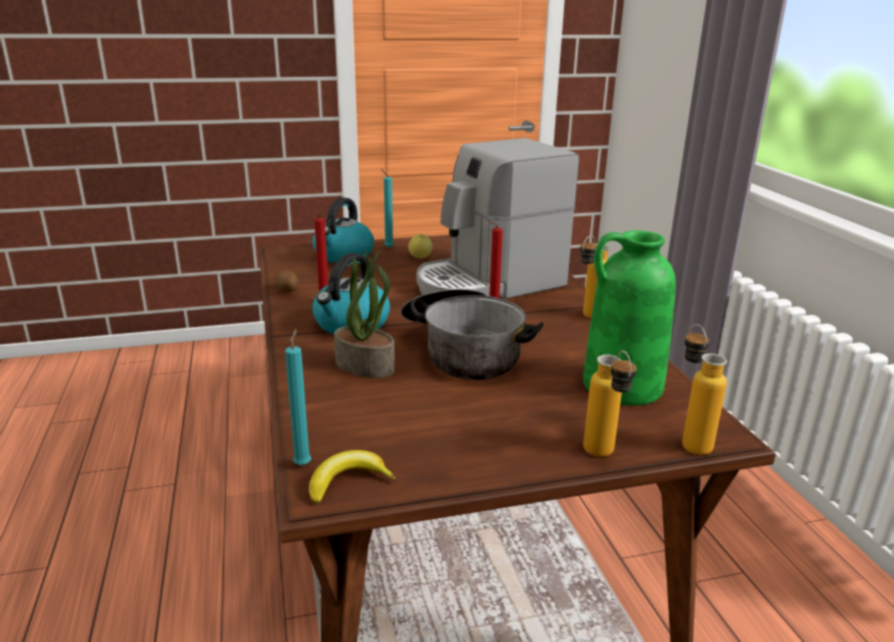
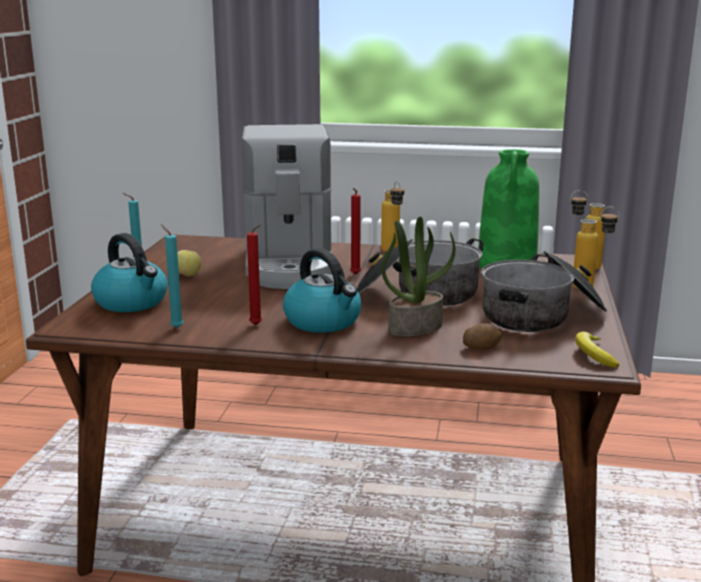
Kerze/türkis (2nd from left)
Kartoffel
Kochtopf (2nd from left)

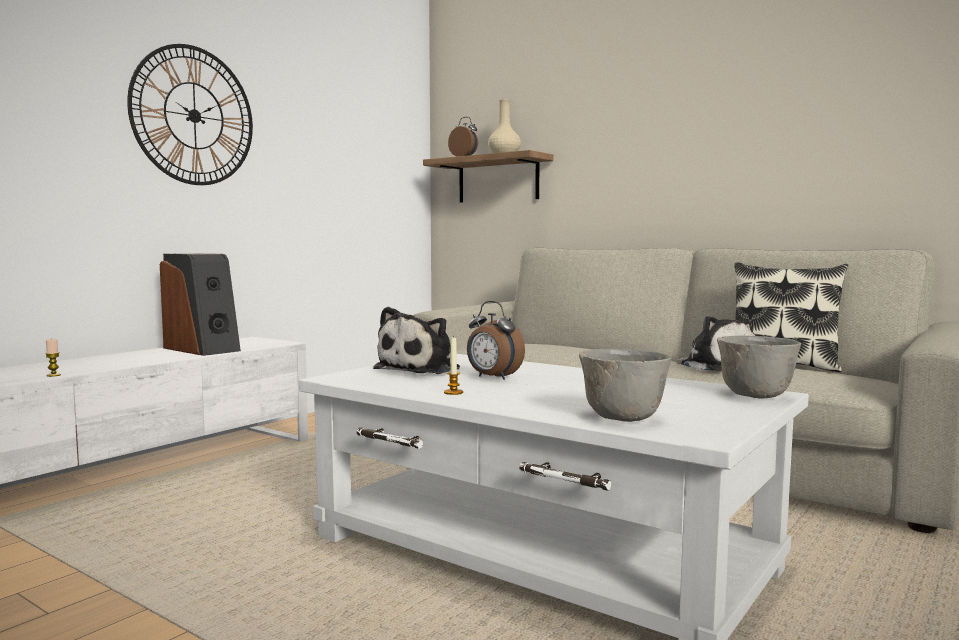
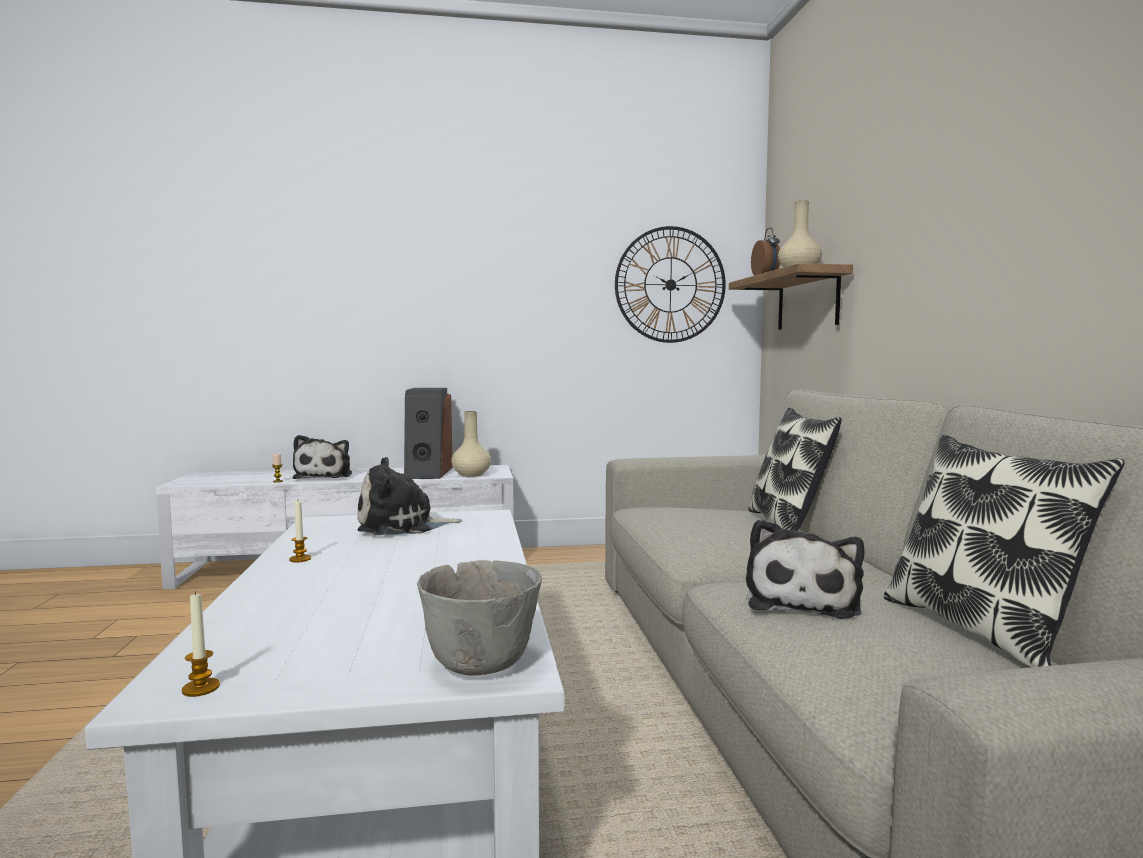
Kerze (1st from left)
Plüschtier (1st from left)
Vase/beige (1st from left)
Wanduhr
Kissen (1st from left)
Wecker (2nd from left in the first image)
Schüssel/grau (1st from left in the first image)

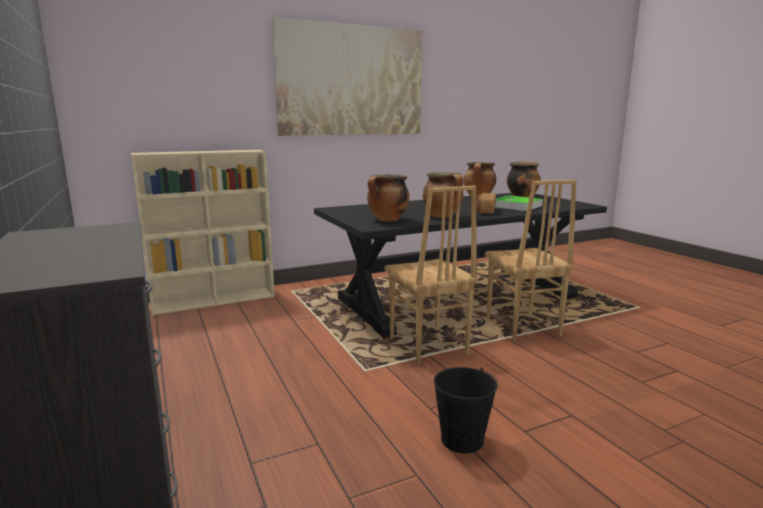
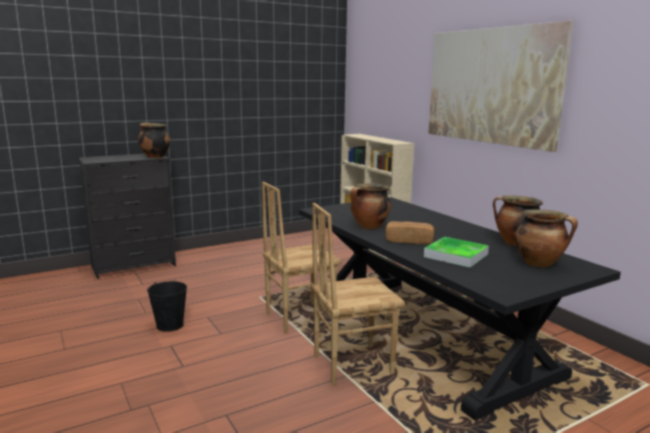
Kochtopf (1st from left)

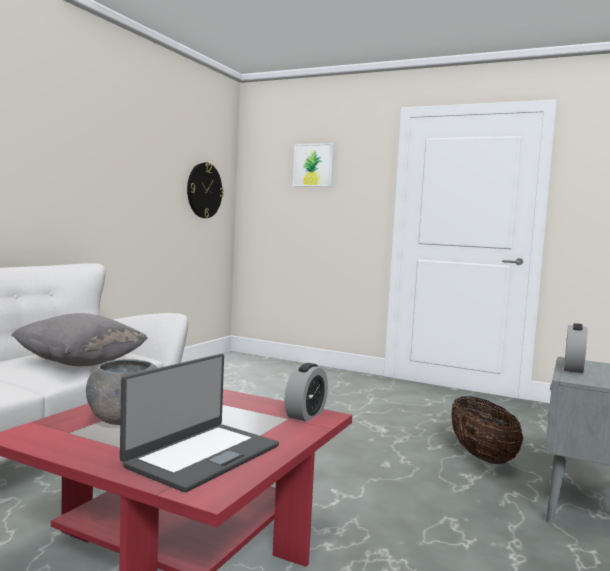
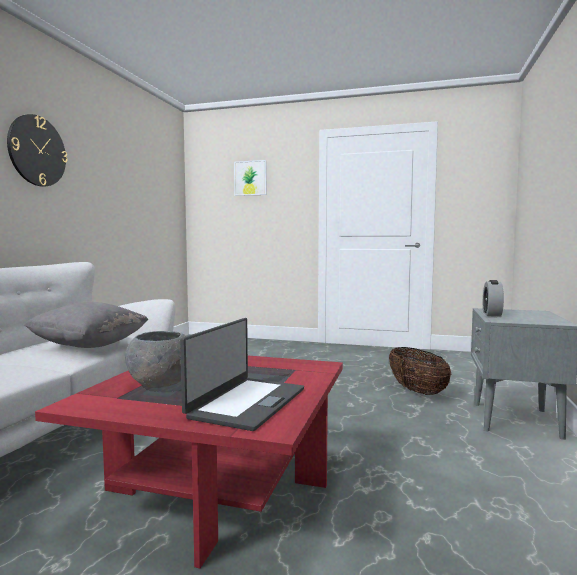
Wanduhr
Wecker (1st from left in the first image)

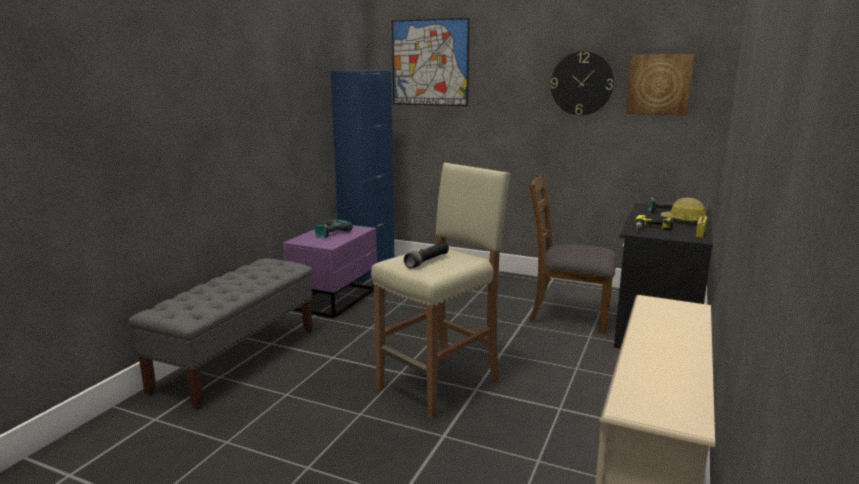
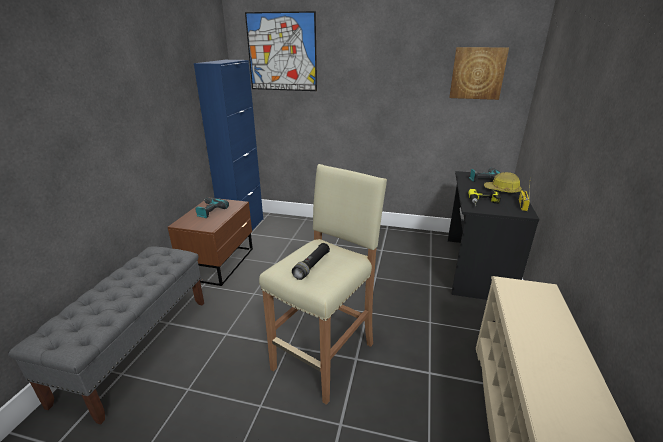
Nachttisch/braun
Stuhl/braun
Wanduhr

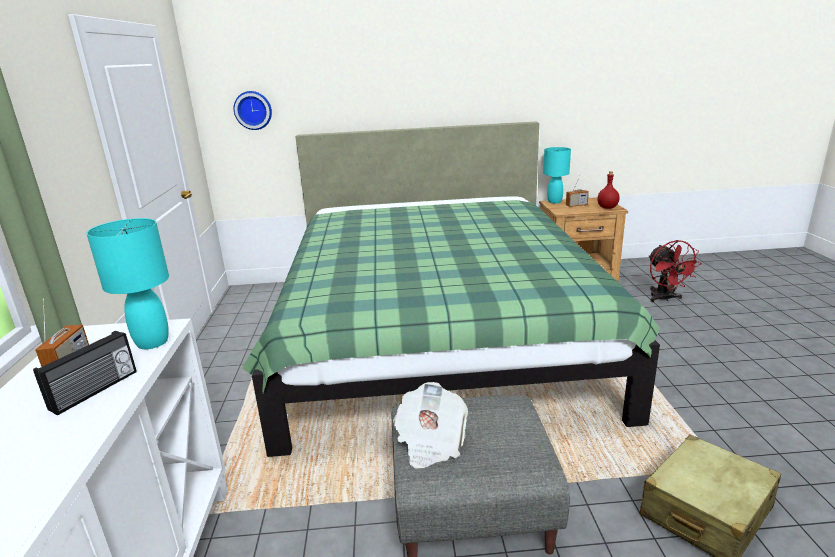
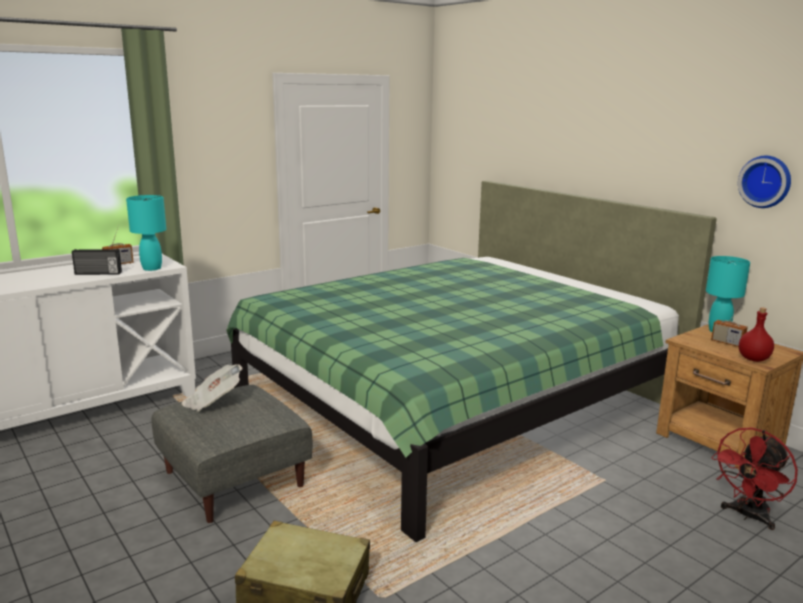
Wanduhr

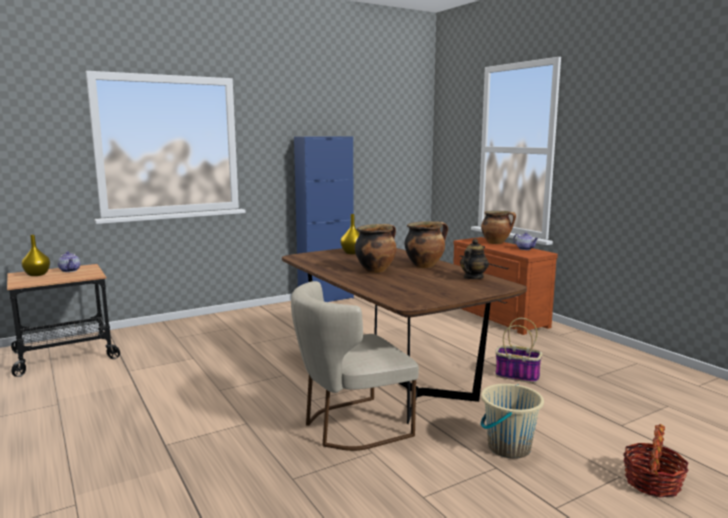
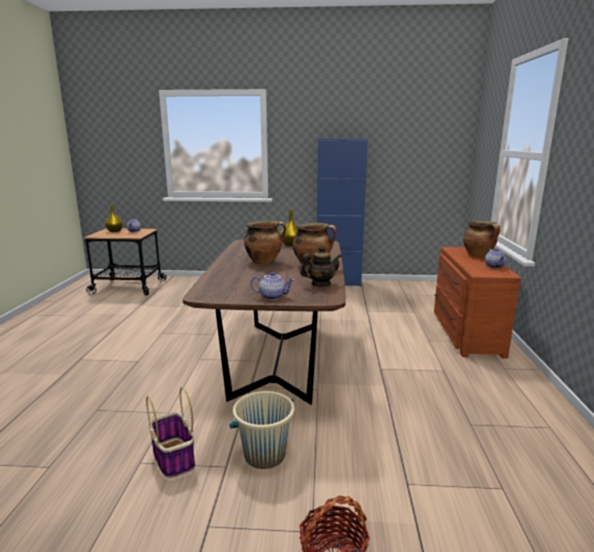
Korb (1st from left)
Teekanne (2nd from left)
Stuhl/beige

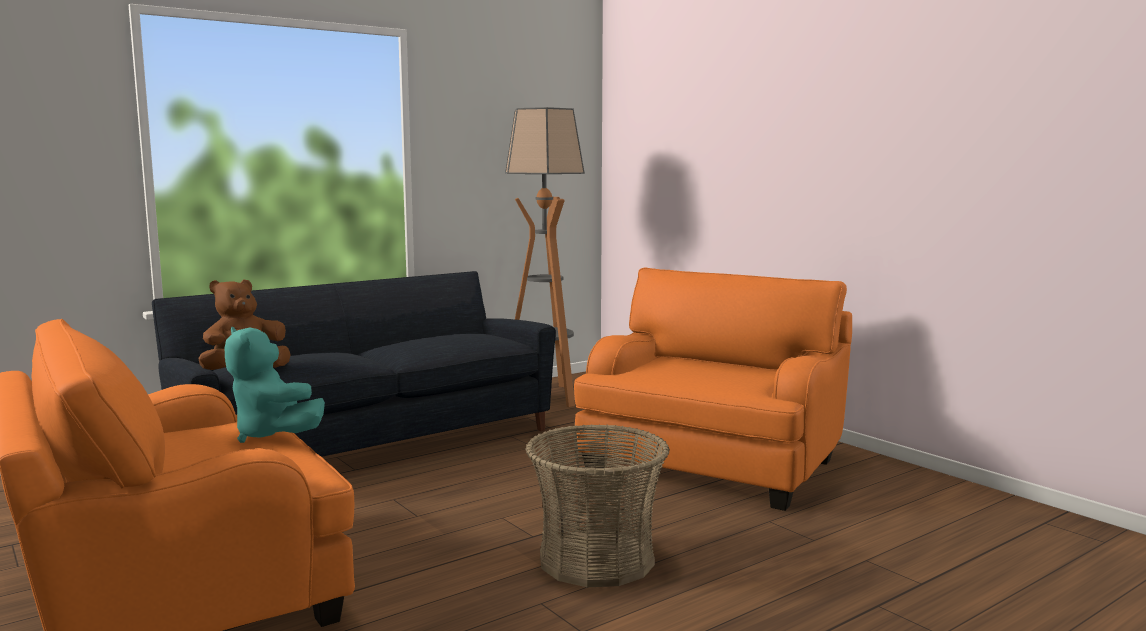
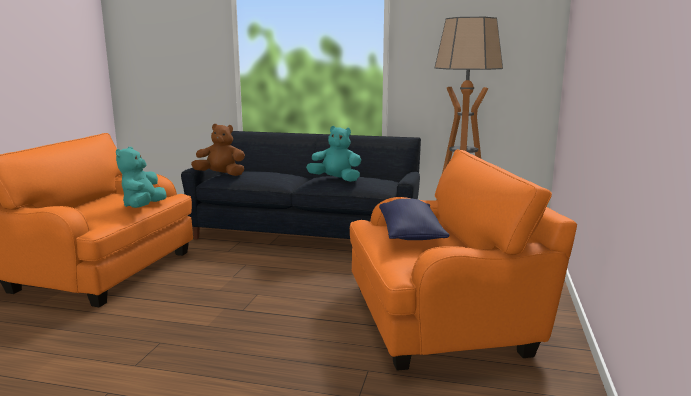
Plüschtier/türkis (2nd from left)
Kissen/blau
Korb

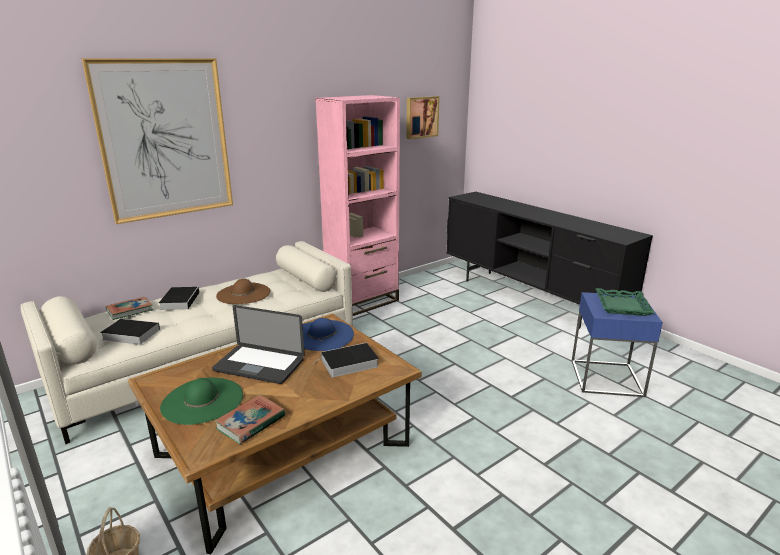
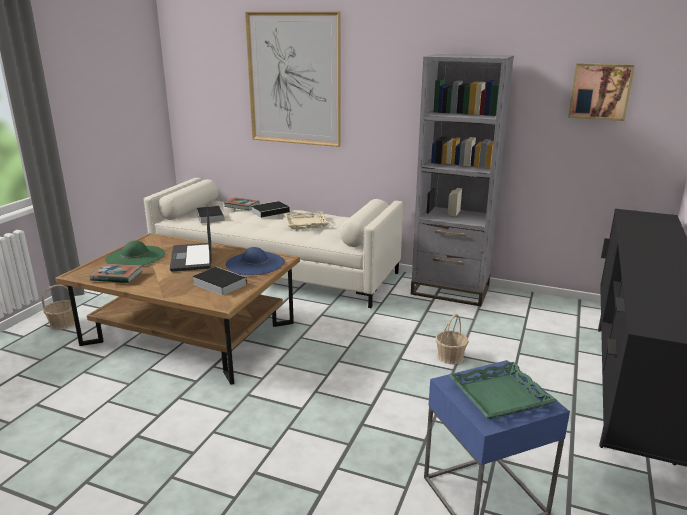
Tablett/beige
Bücherregal/grau
Korb (2nd from left)

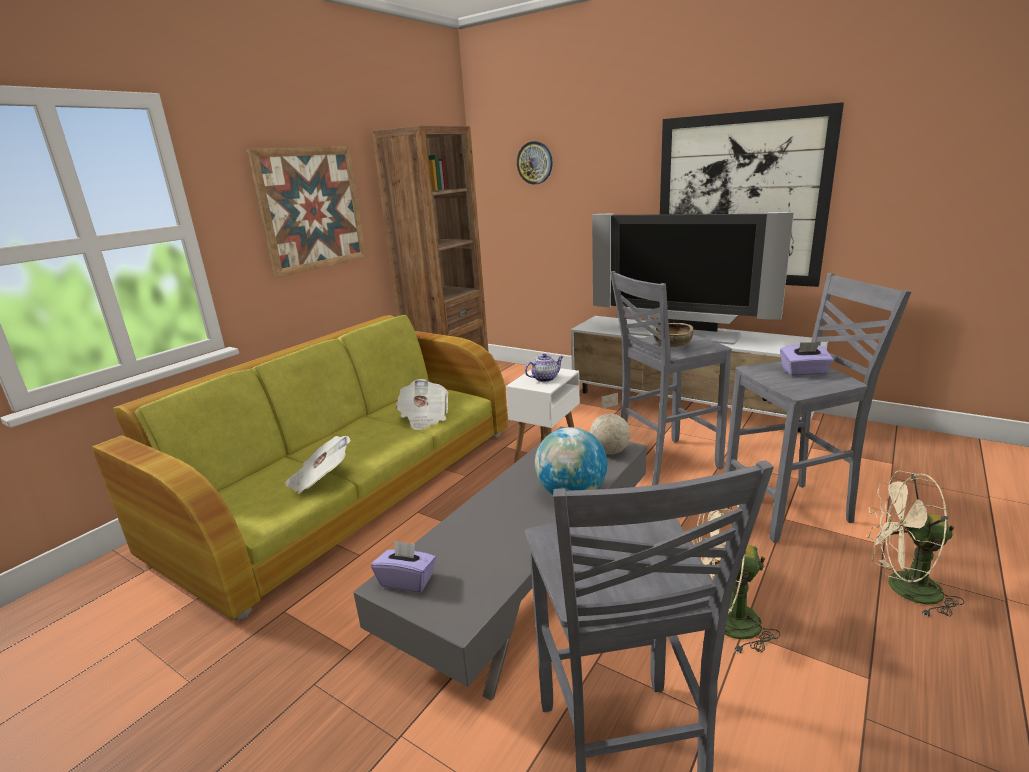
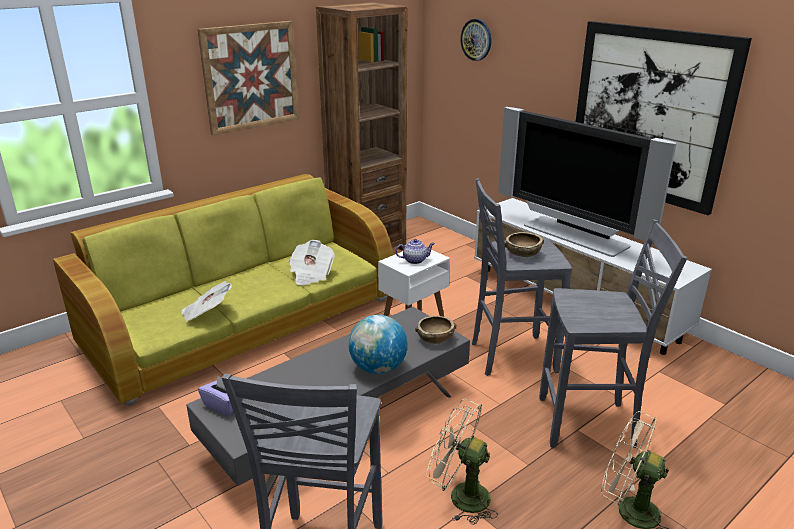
Schüssel/braun (1st from left)
Taschentuchbox/lila (2nd from left in the first image)

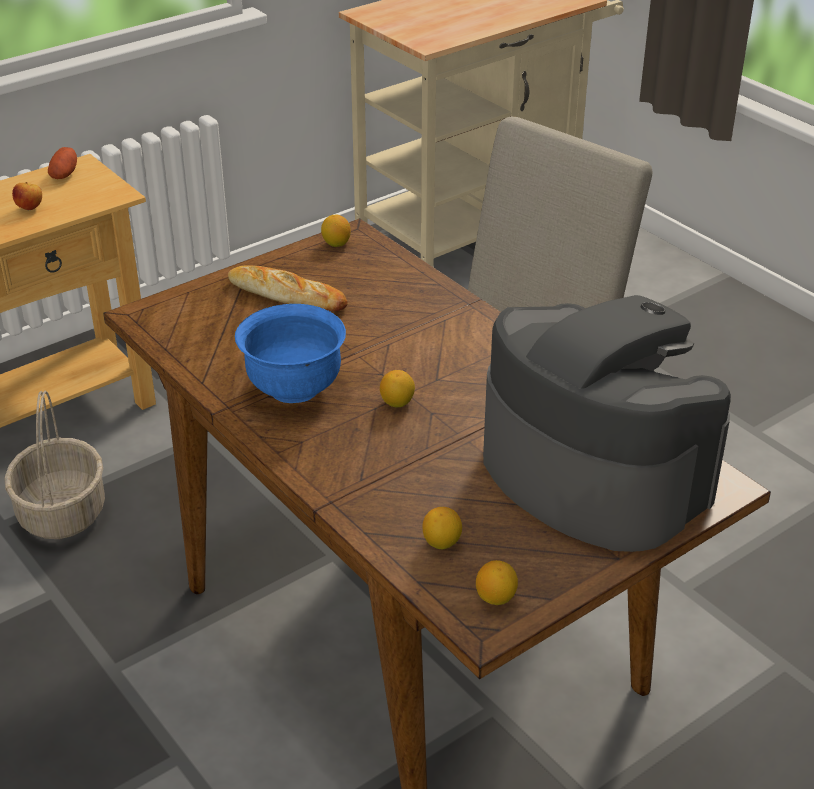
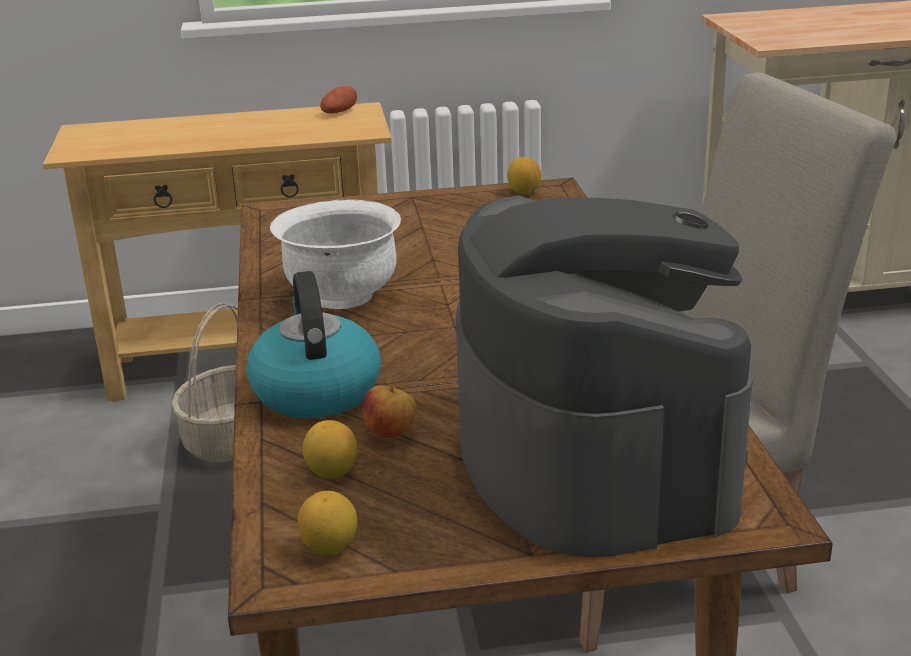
Wasserkessel
Schüssel/weiß
Apfel
Brot
Zitrone (2nd from left in the first image)

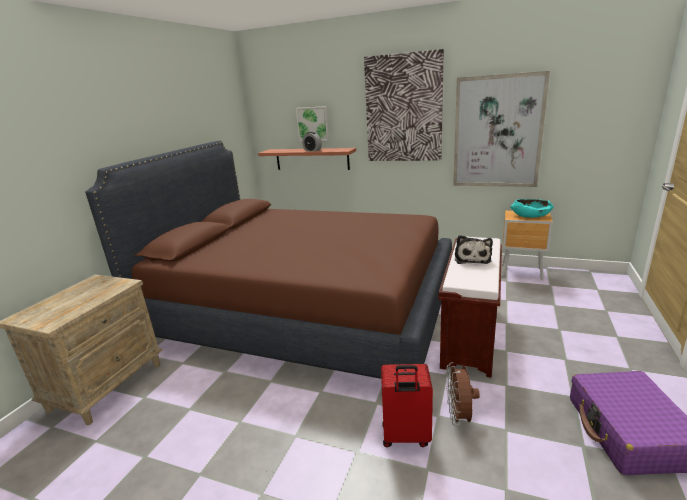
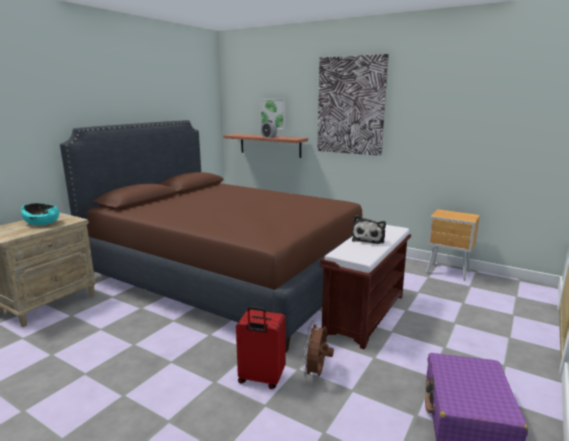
Schüssel/türkis
Bild (3rd from left in the first image)

